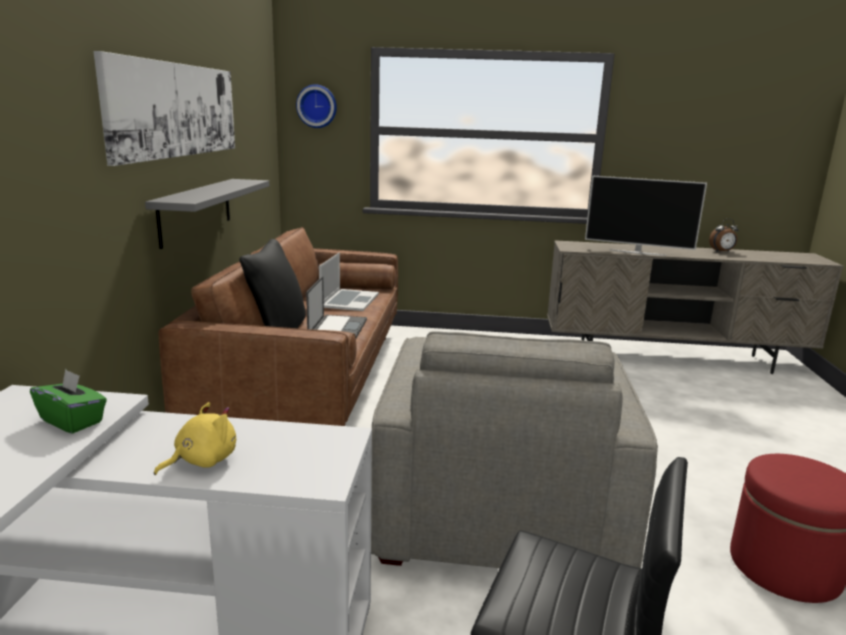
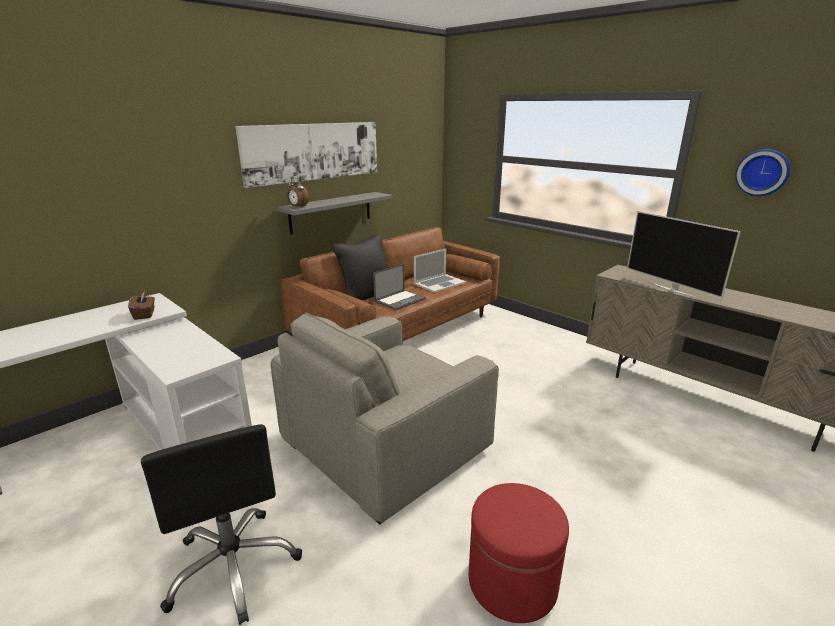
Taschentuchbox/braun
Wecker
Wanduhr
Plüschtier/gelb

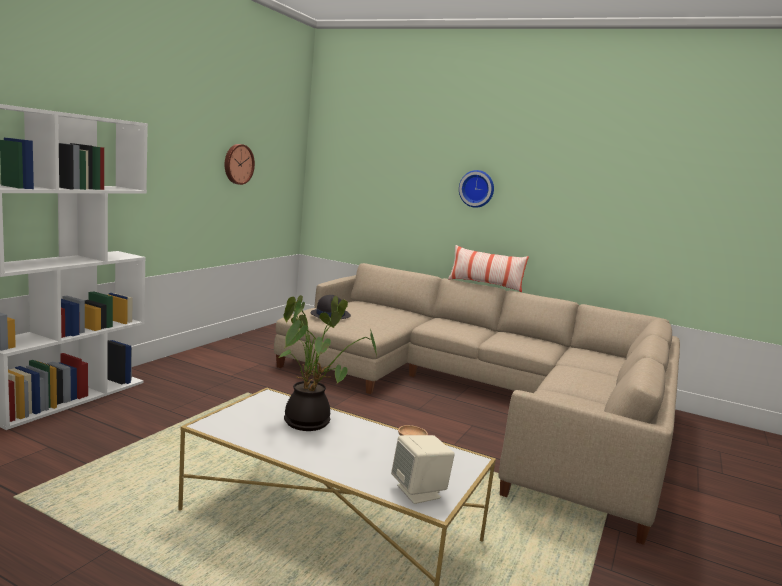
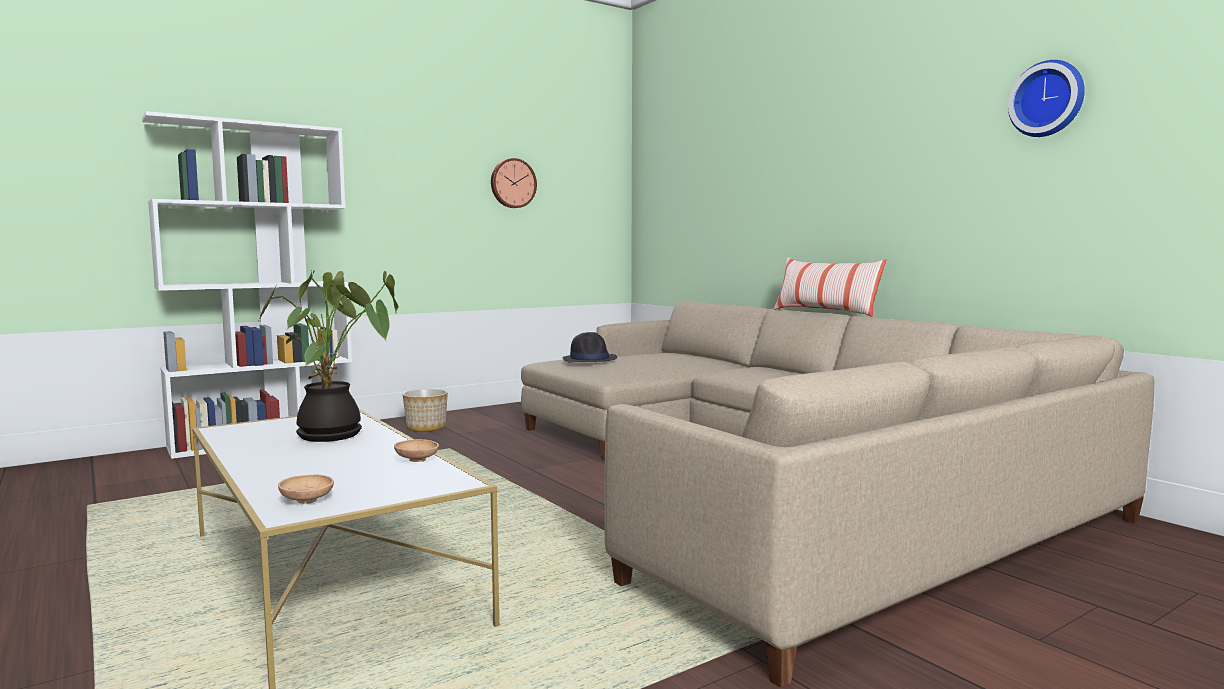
Schüssel/braun (1st from left)
Pflanzkübel
Wanduhr (2nd from left)

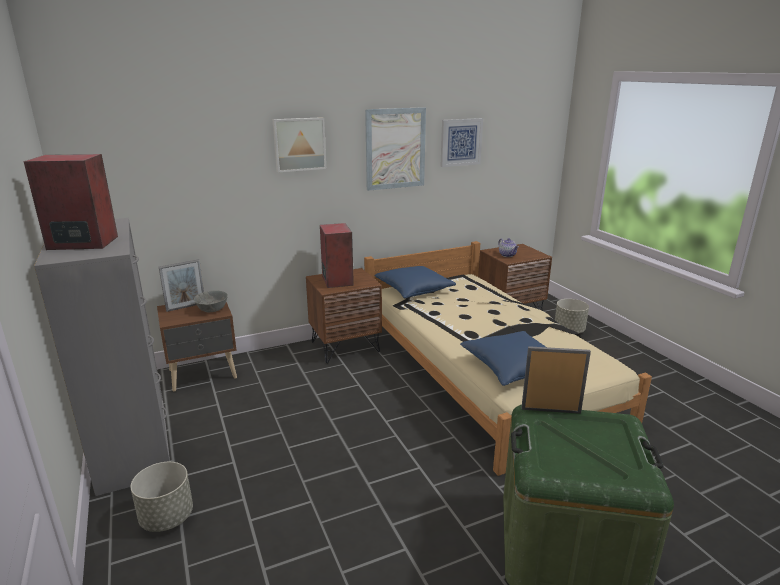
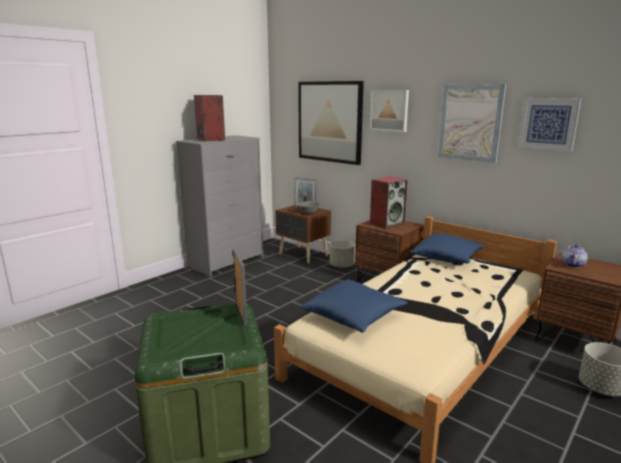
Bild (1st from left)
Pflanzkübel/grau (1st from left)

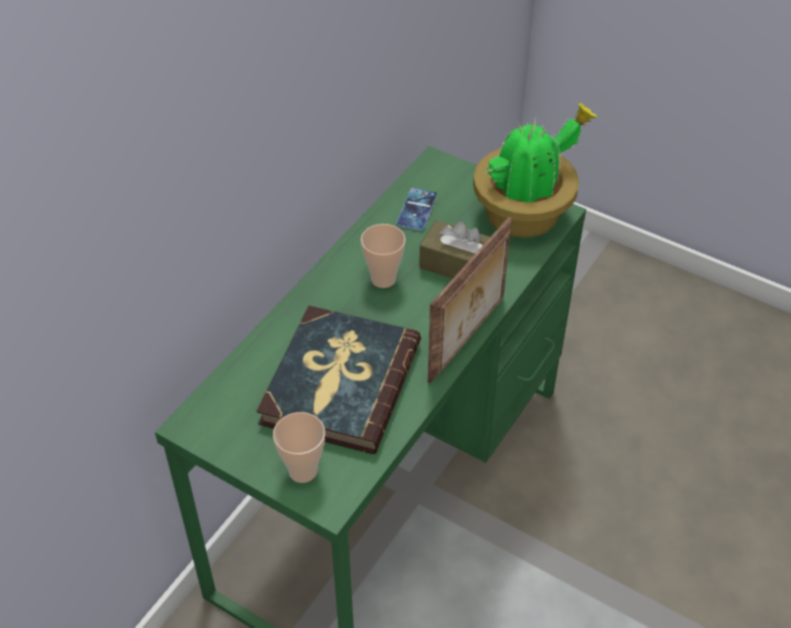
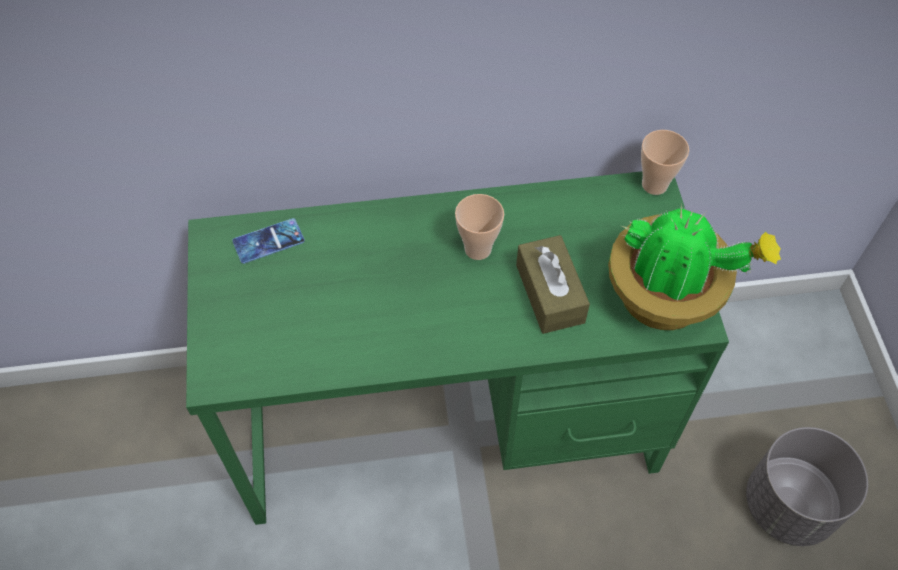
Handy
Tasse (2nd from left)
Pflanzkübel/grau
Buch
Bilderrahmen

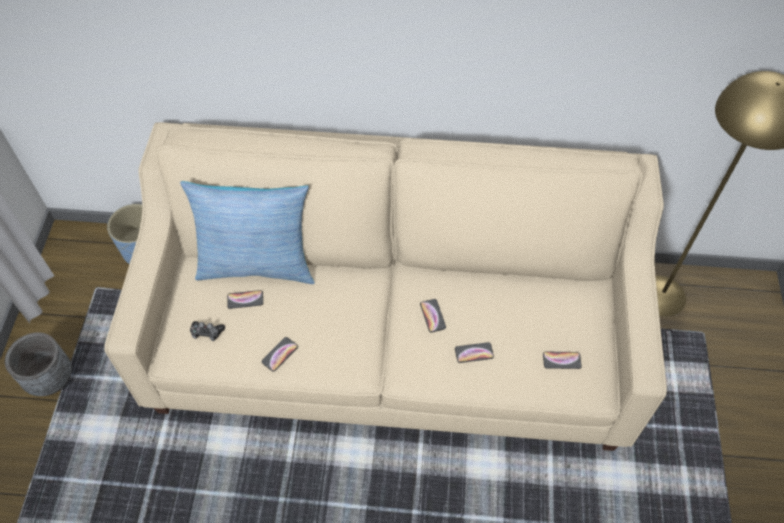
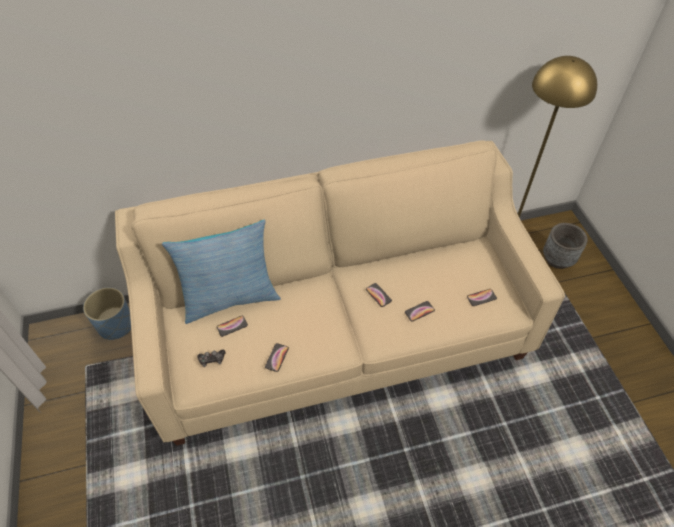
Pflanzkübel/grau

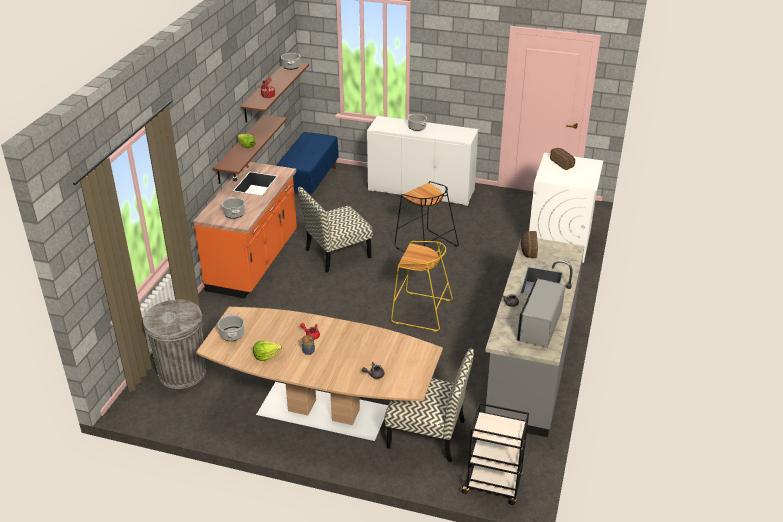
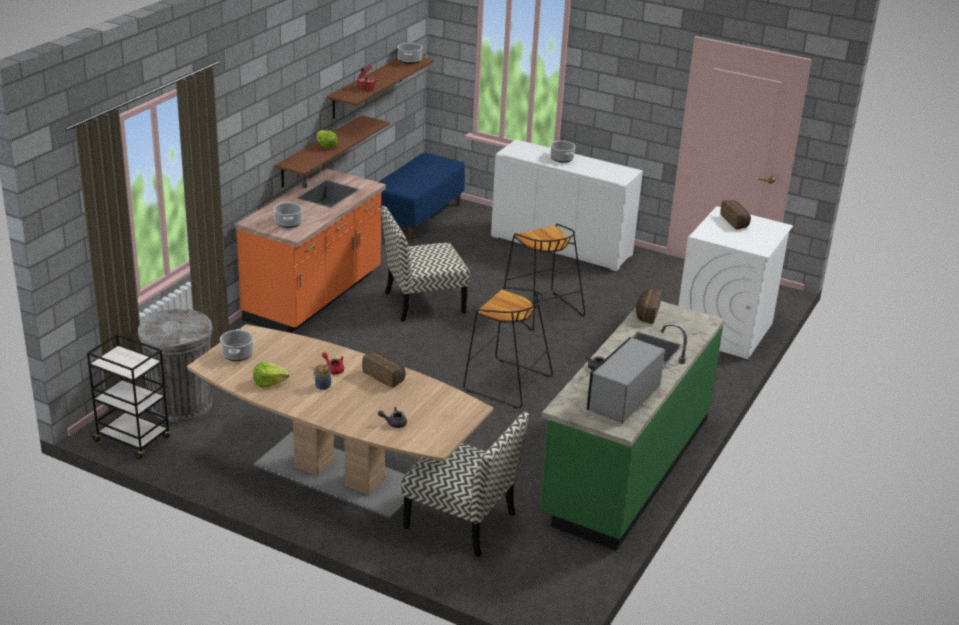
Rollwagen/schwarz
Brot (1st from left)
Hocker/schwarz (1st from left)
Küchenzeile/grün

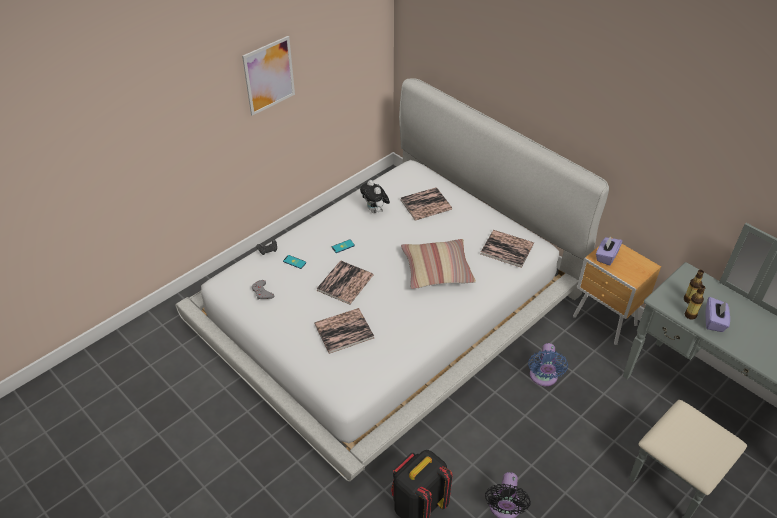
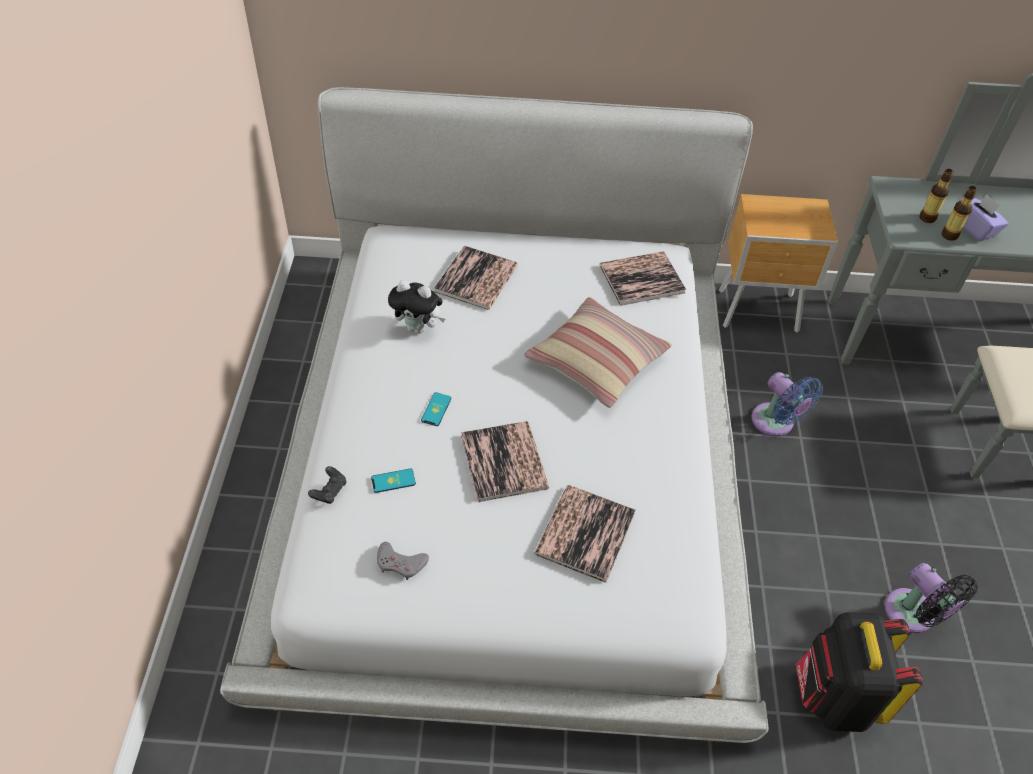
Bild
Taschentuchbox/lila (1st from left in the first image)

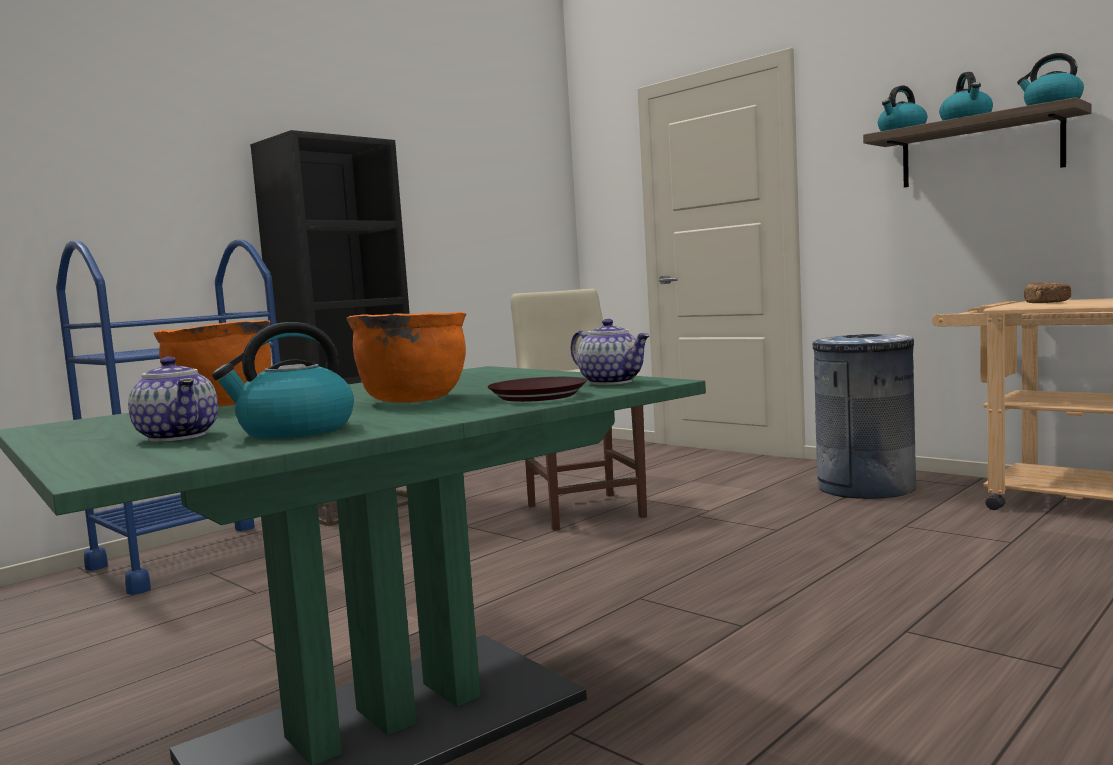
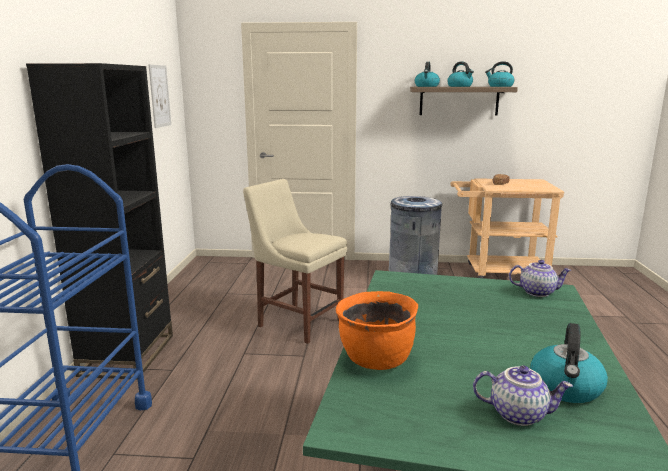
Bild
Kochtopf/orange (2nd from left in the first image)
Teller/braun

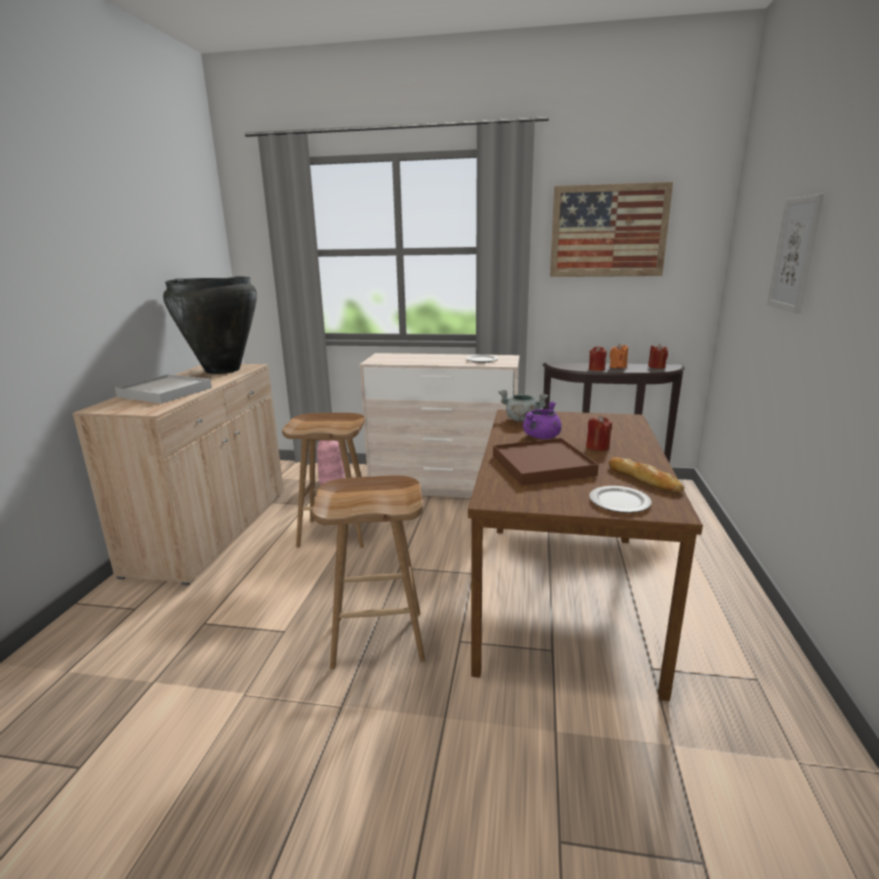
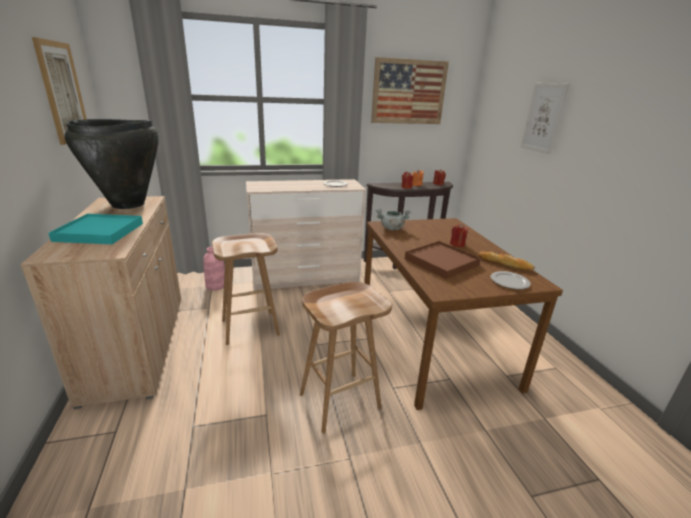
Bild (1st from left)
Tablett/türkis
Kochtopf/lila

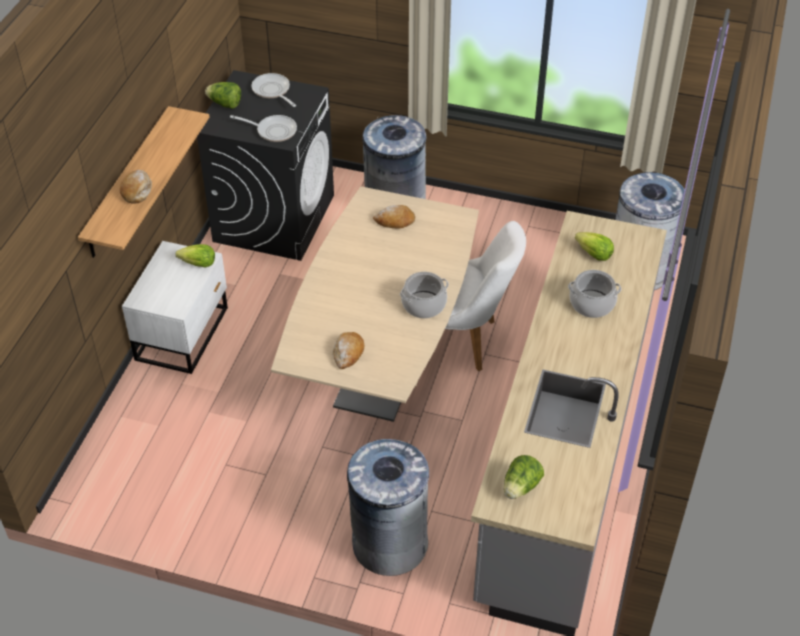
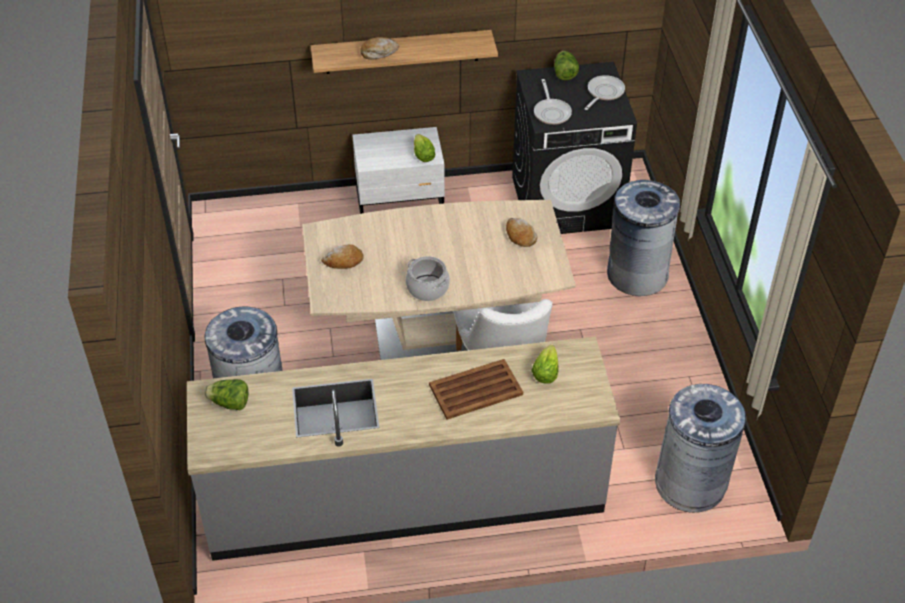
Tablett/braun

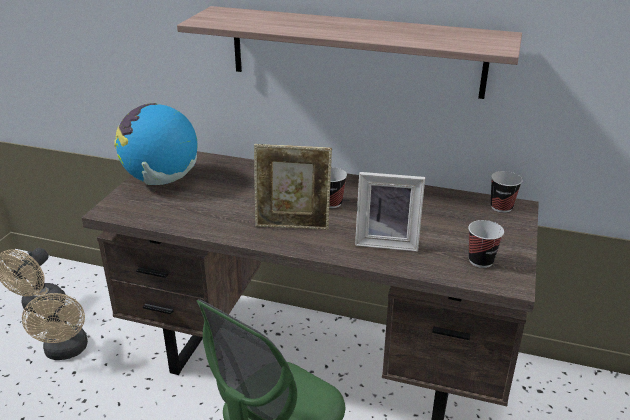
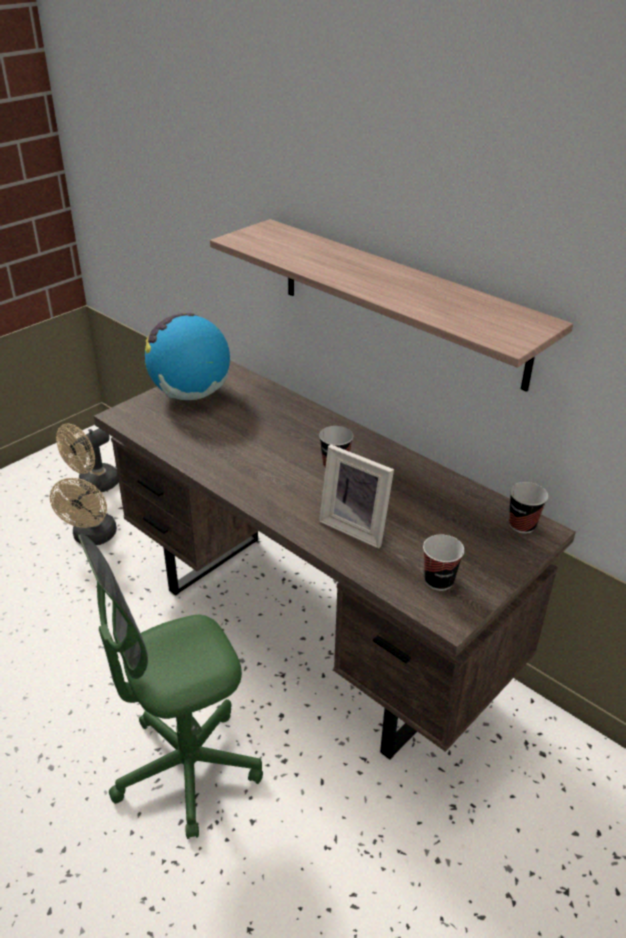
Bilderrahmen (1st from left in the first image)

